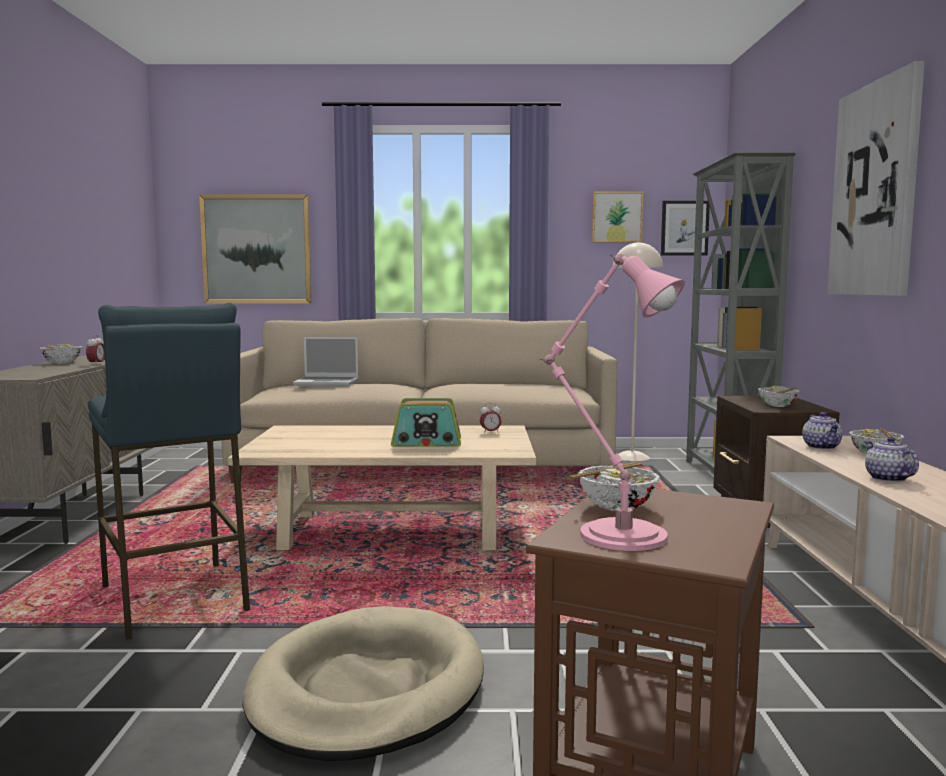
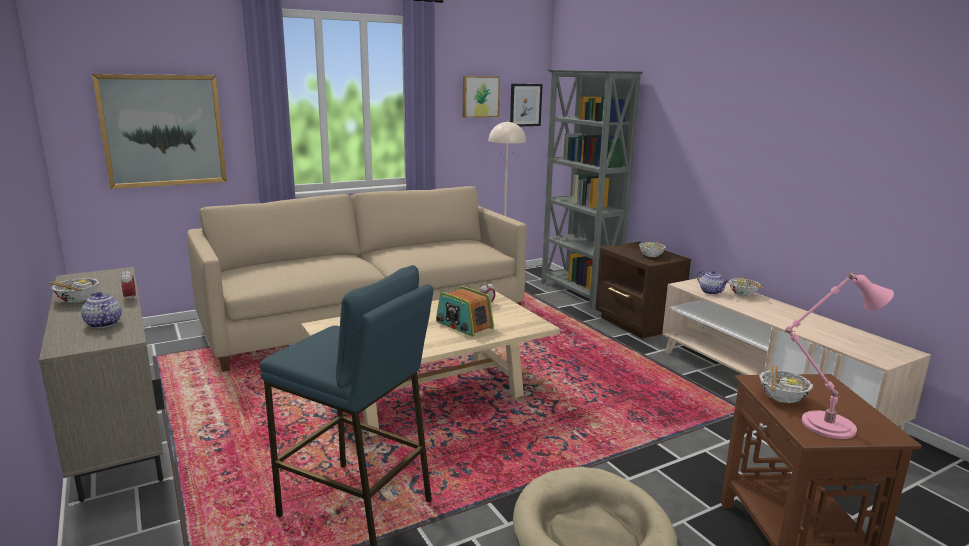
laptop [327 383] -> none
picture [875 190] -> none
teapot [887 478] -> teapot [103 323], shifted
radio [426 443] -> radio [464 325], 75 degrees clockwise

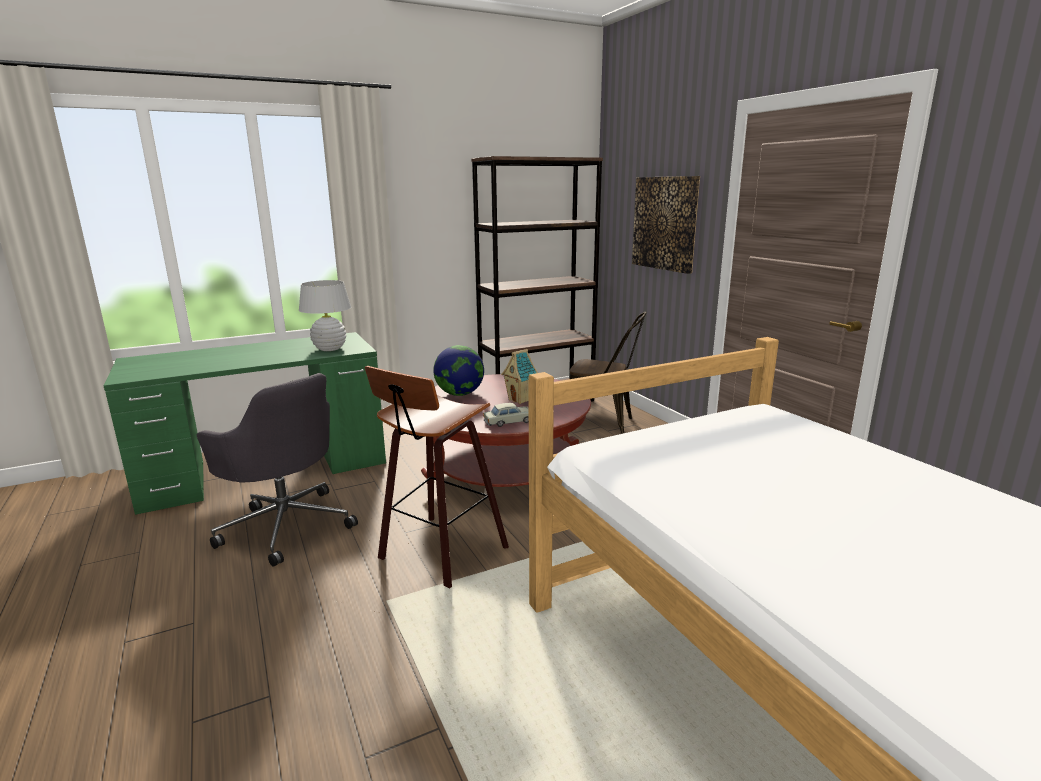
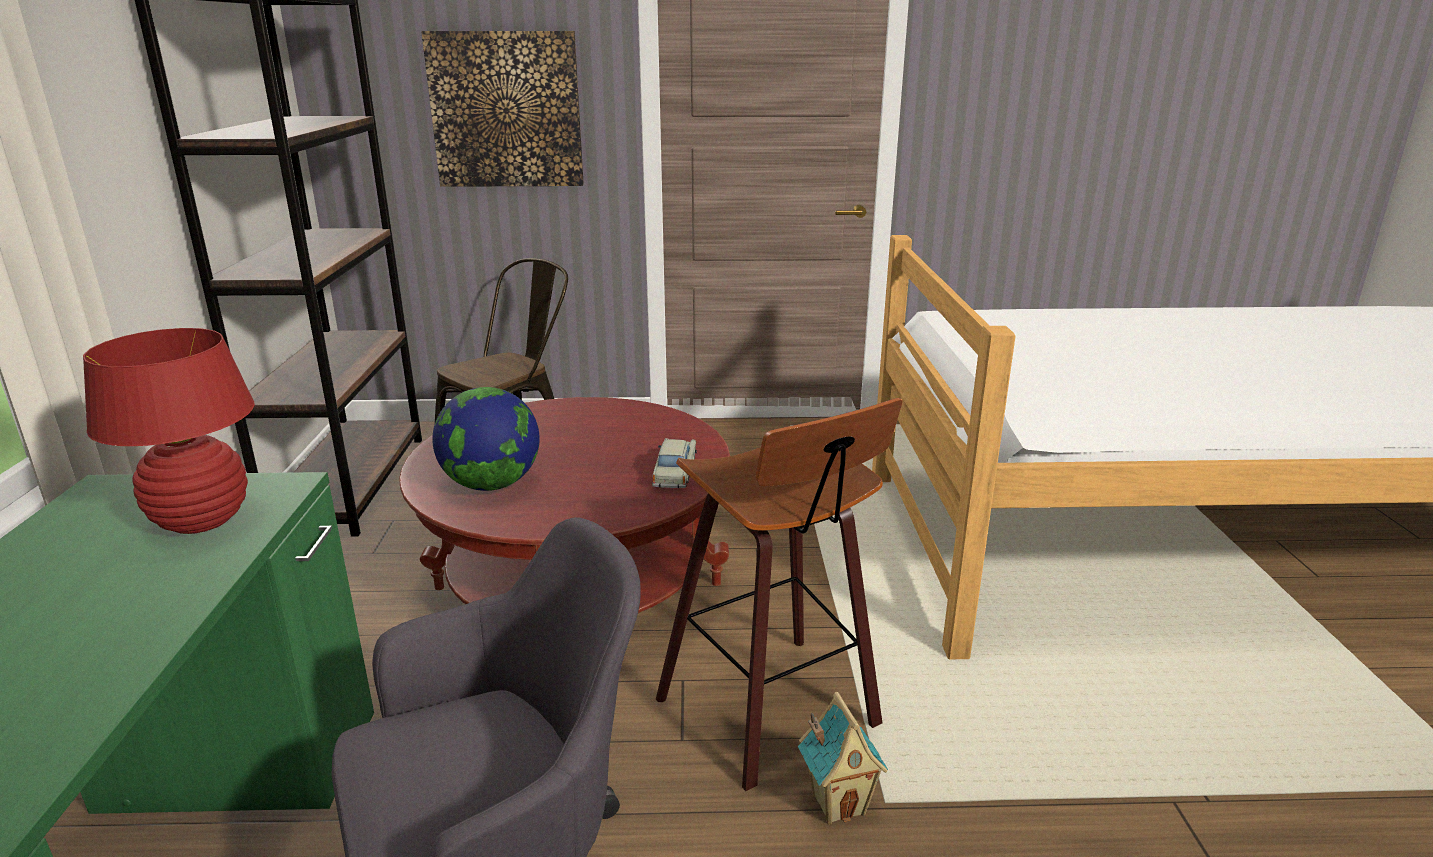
toy house [521 400] -> toy house [838 803], shifted
table lamp/white [329 349] -> table lamp/red [201 521]

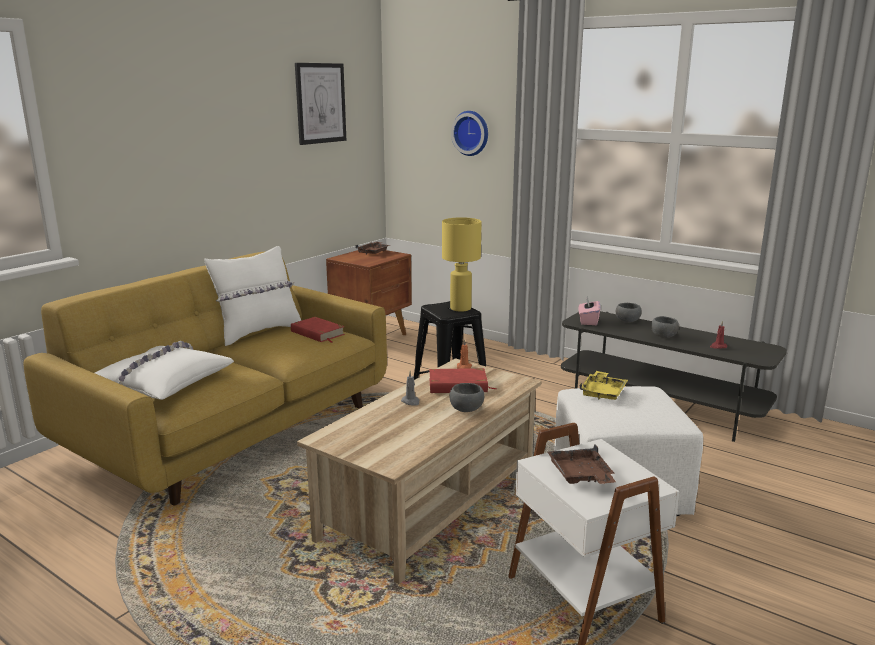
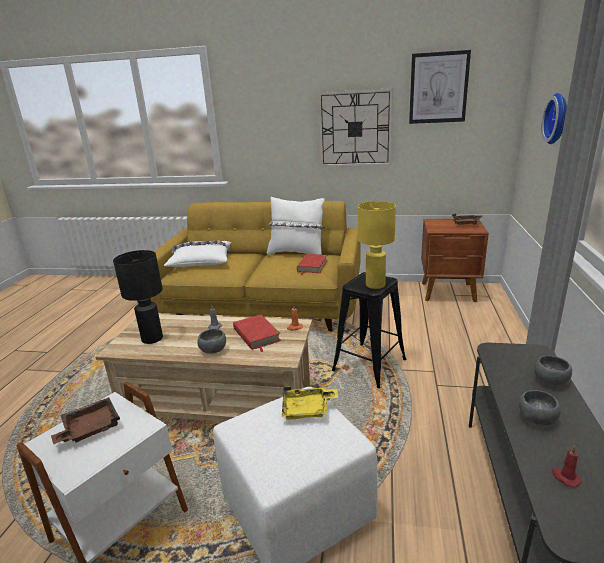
tissue box/pink [588 321] -> none
none -> table lamp/black [152 338]
none -> wall clock [355 129]

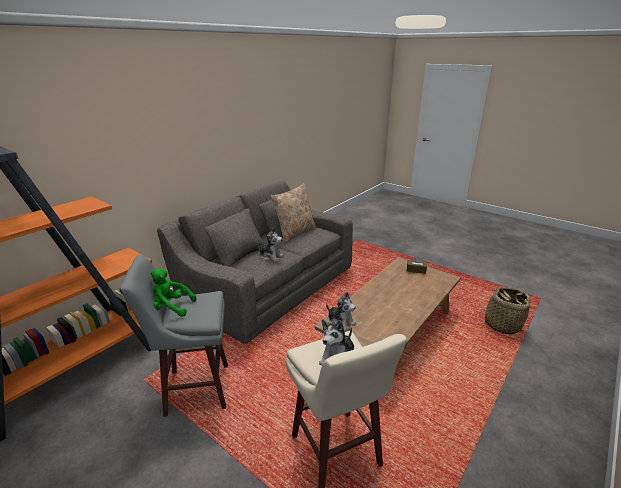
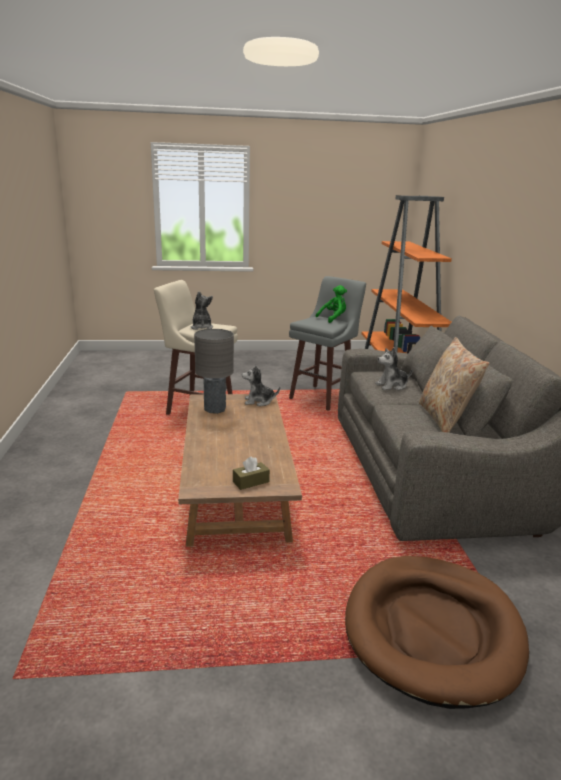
basket [502 325] -> none
none -> table lamp/grey [214 409]
none -> dog bed/brown [432 630]

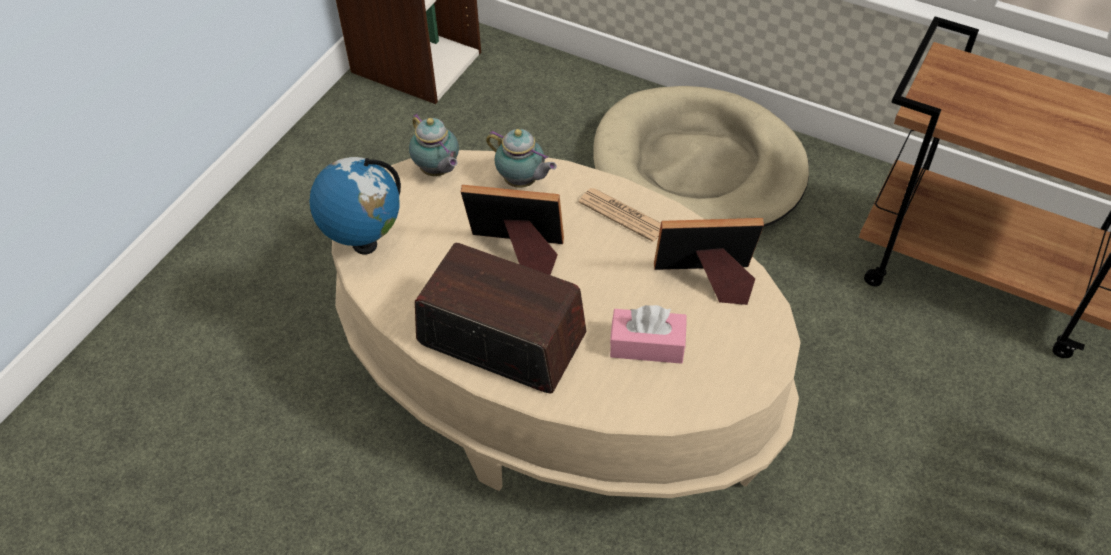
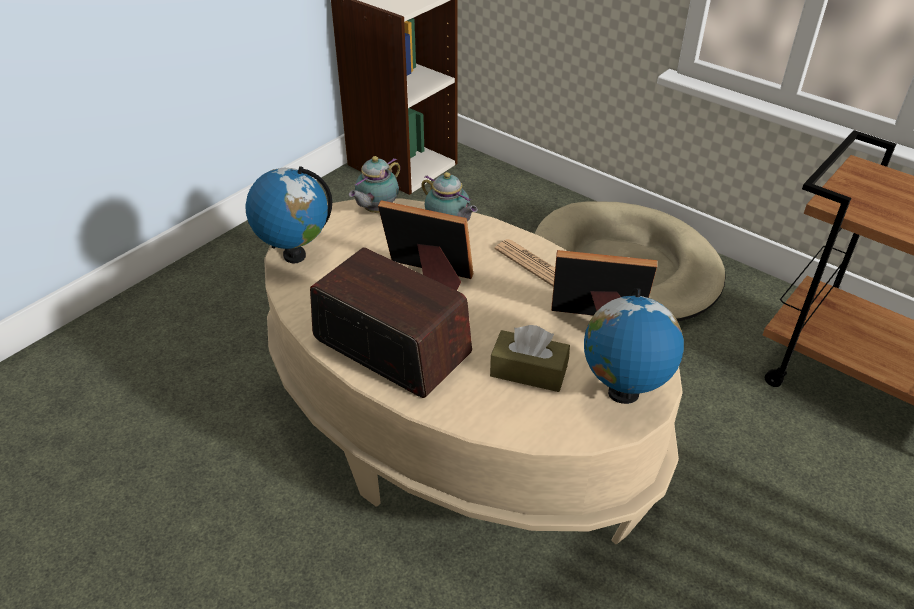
none -> globe [622 393]
tissue box/pink [647 345] -> tissue box/brown [528 371]
teapot [437 171] -> teapot [377 211], 60 degrees clockwise

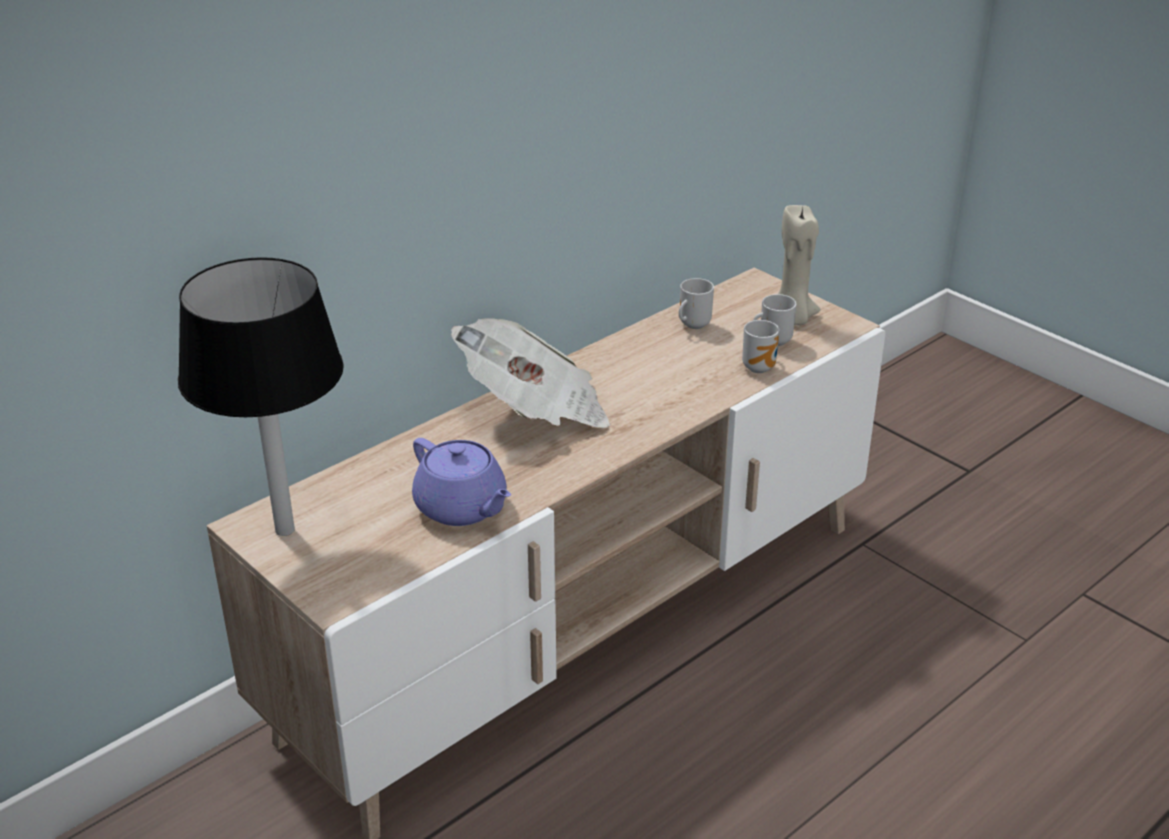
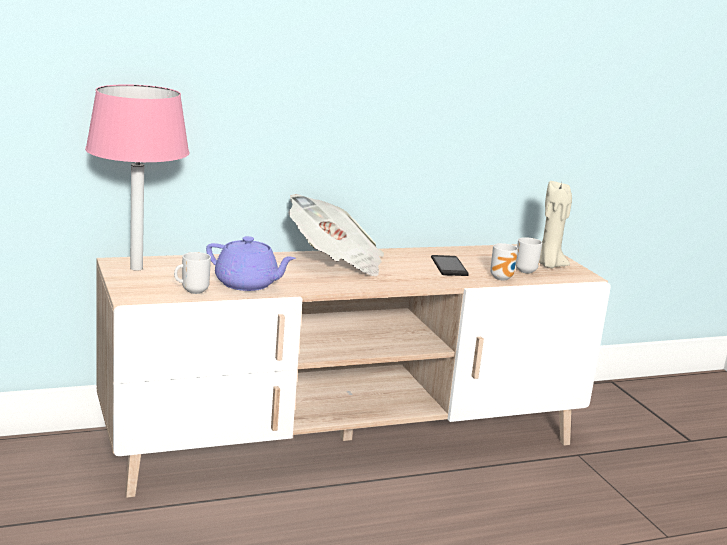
none -> phone [449 266]
mug [692 325] -> mug [192 291], shifted
table lamp/black [284 530] -> table lamp/pink [136 268]
teapot/purple [462 508] -> teapot/purple [247 284], 45 degrees counterclockwise

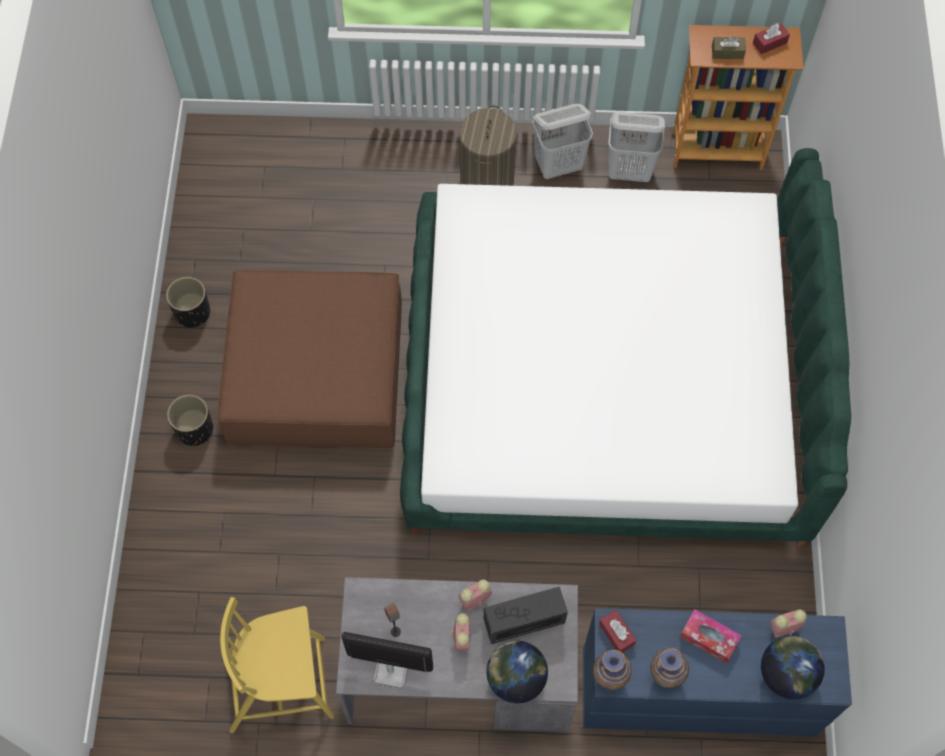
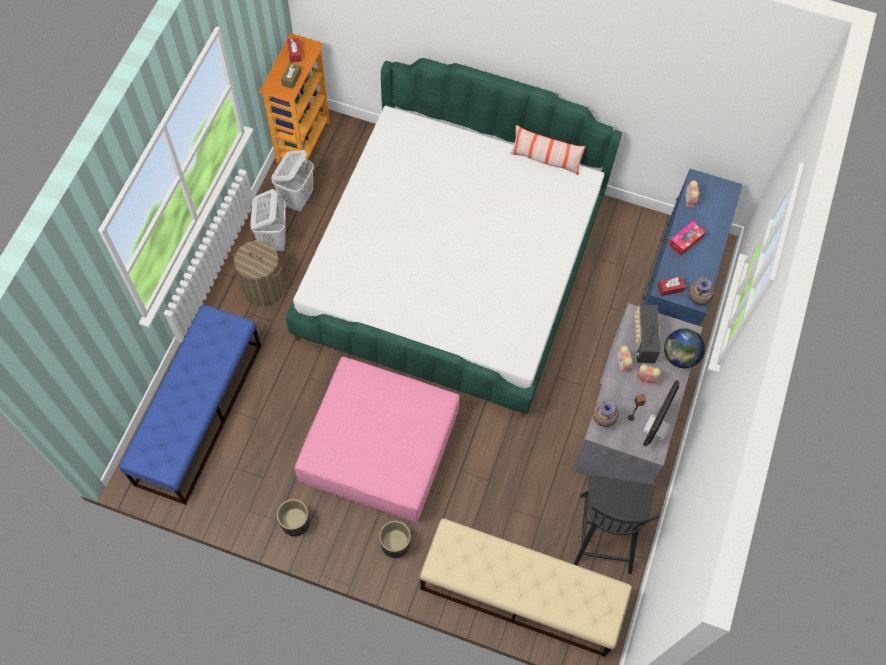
globe [786 674] -> none
none -> bench/blue [199 413]
none -> bench/beige [520 594]
none -> pillow [545 160]
vase [665 675] -> vase [602 420], shifted
ottoman/brown [316 374] -> ottoman/pink [380 447]
chair/yellow [281 684] -> chair/black [605 531]

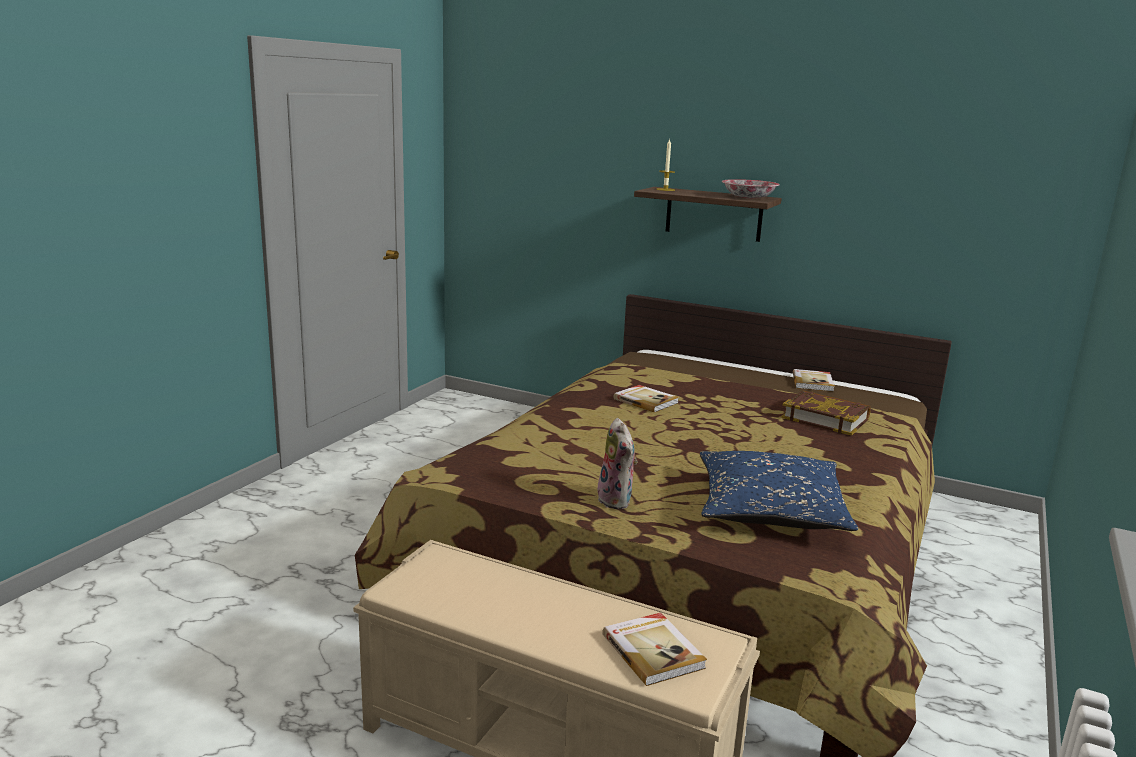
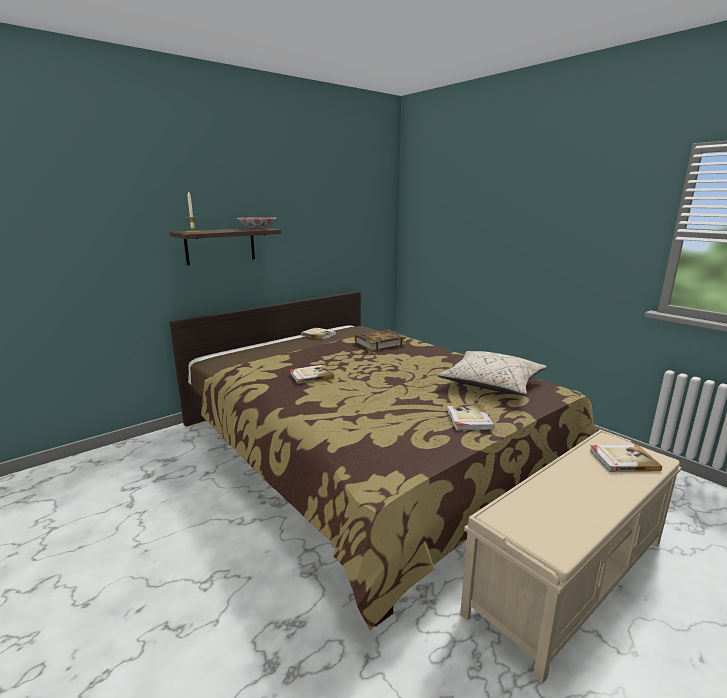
plush toy [617 500] -> book [468 419]
pillow/blue [769 511] -> pillow/beige [491 384]

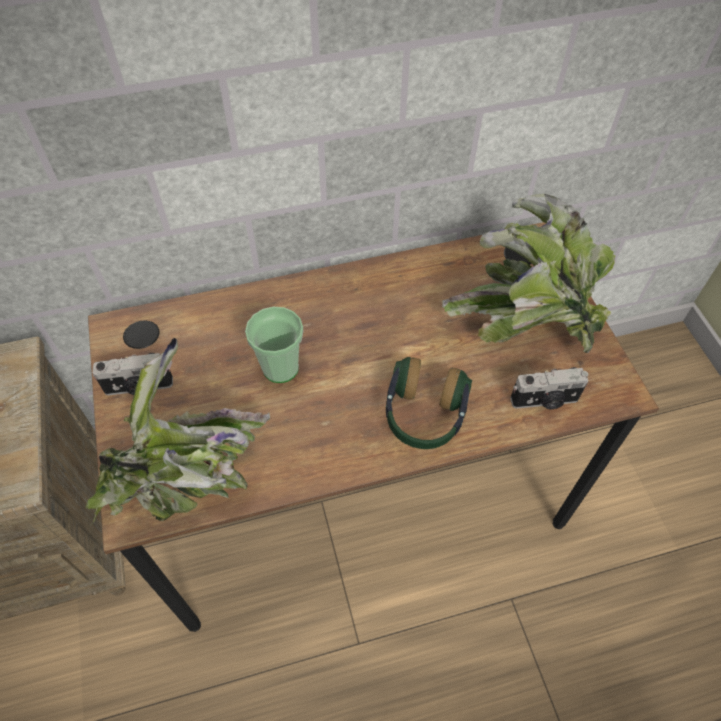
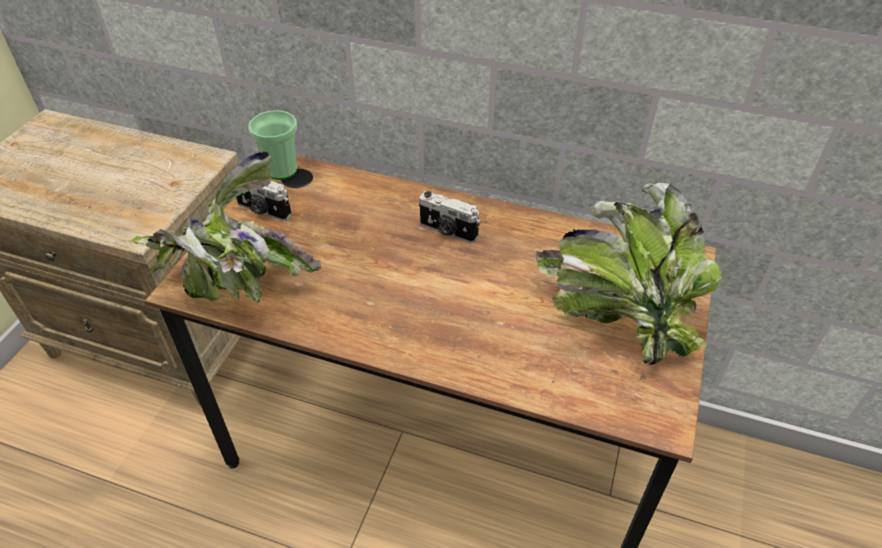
headphones [424 415] -> none
cup [280 368] -> cup [281 170], shifted
photo camera [545 401] -> photo camera [447 231], shifted

